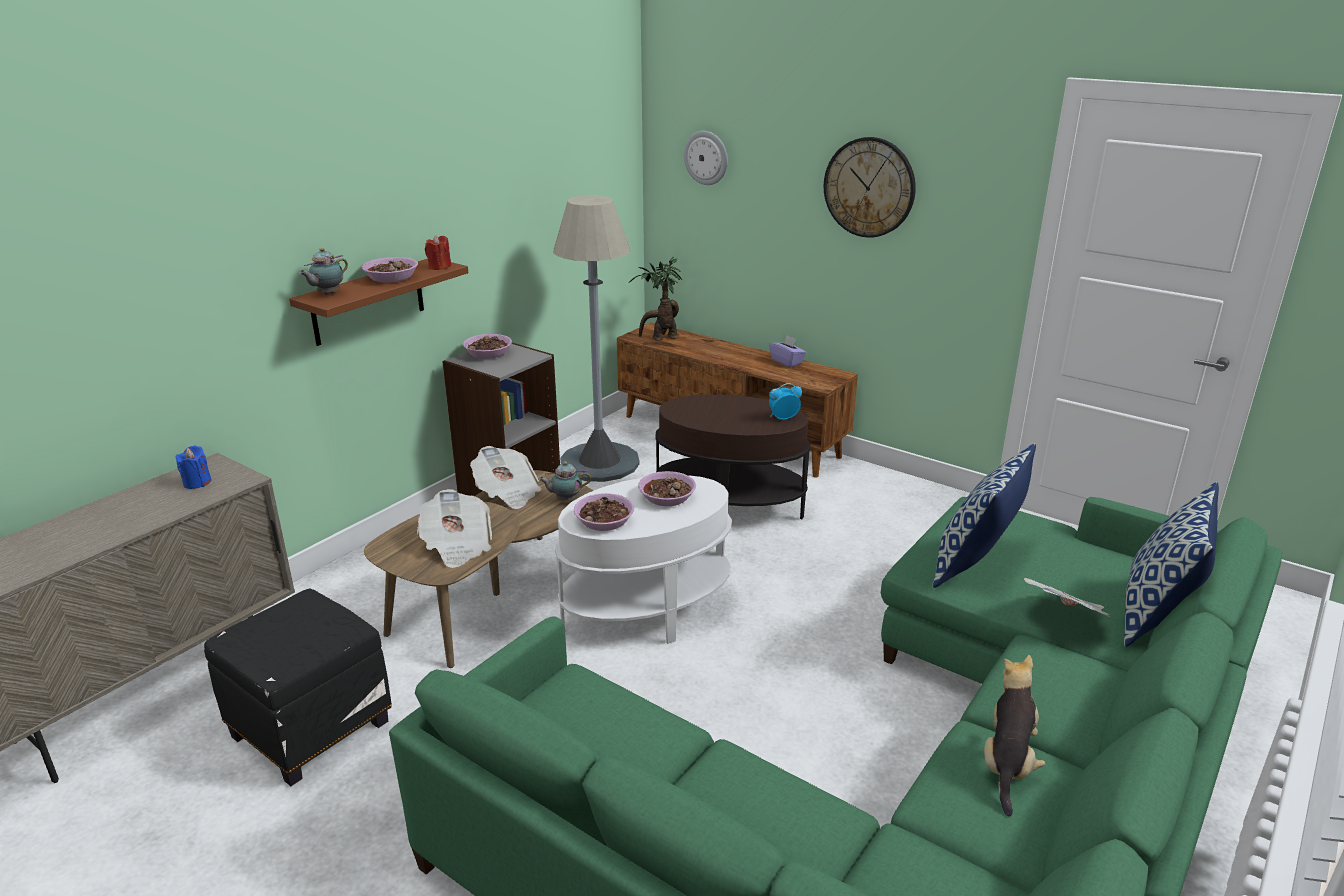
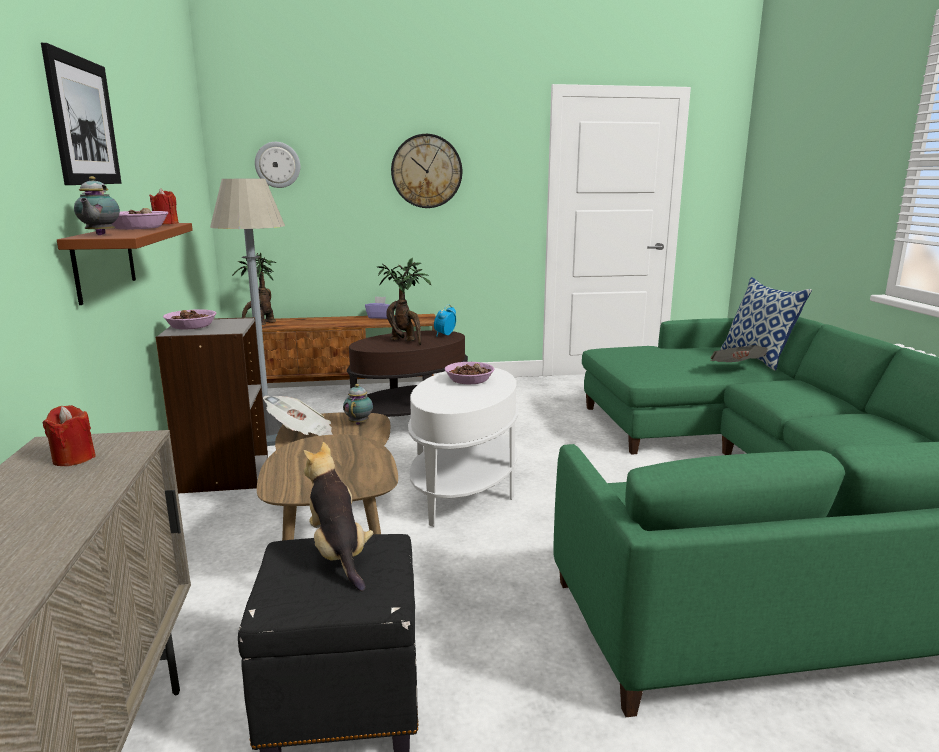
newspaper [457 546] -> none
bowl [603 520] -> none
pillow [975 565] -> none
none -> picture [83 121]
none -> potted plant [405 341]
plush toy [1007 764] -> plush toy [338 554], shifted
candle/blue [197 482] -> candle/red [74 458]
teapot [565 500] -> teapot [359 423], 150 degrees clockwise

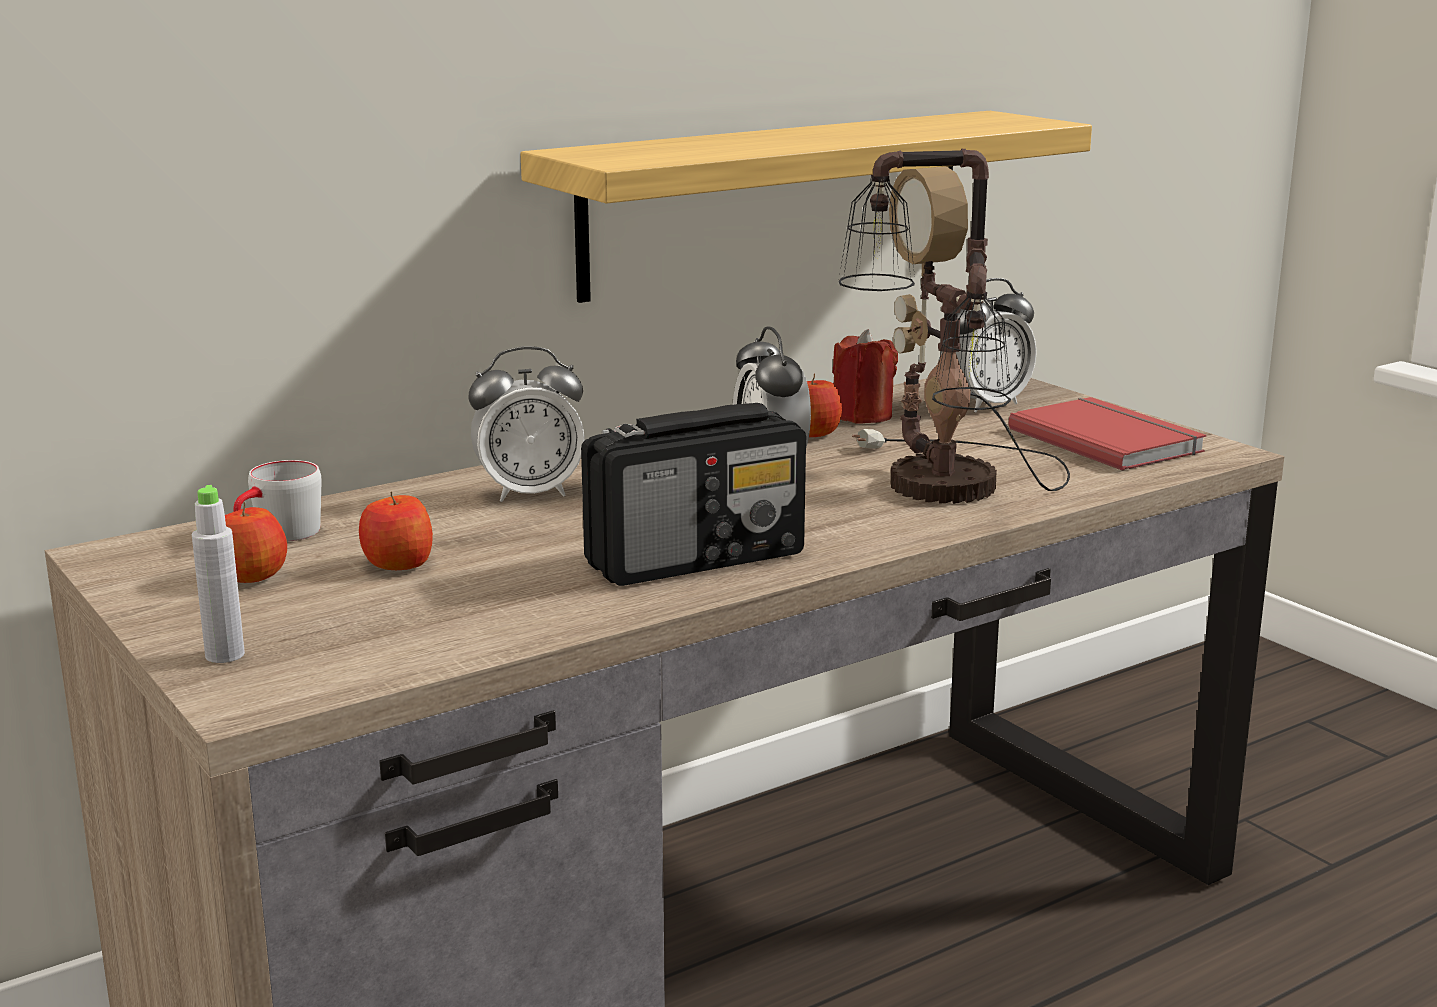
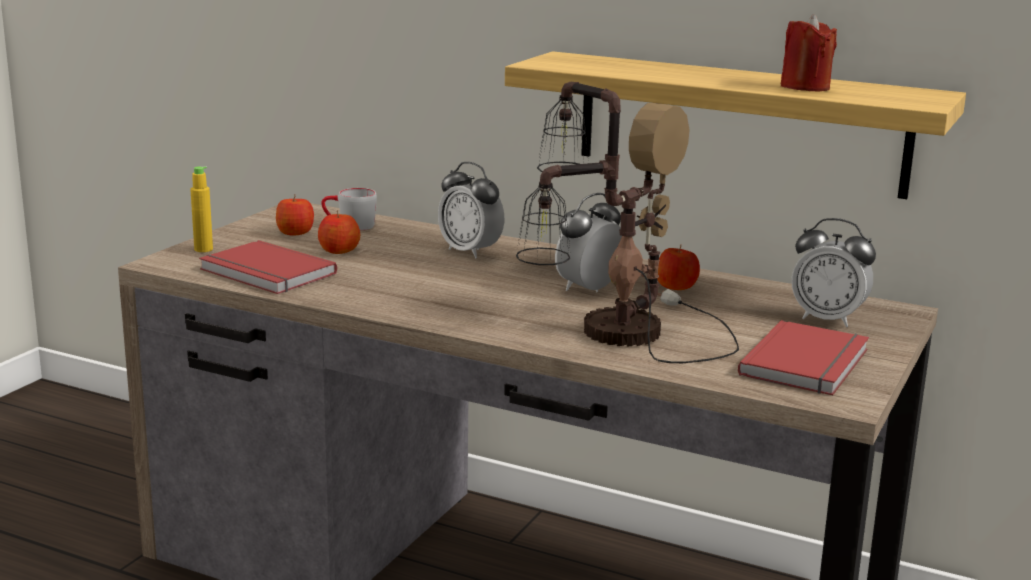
radio [697 559] -> none
none -> book/red [265 273]
candle/red [862 416] -> candle/red [805 87], shifted
bottle/grey [225 655] -> bottle/yellow [203 249]

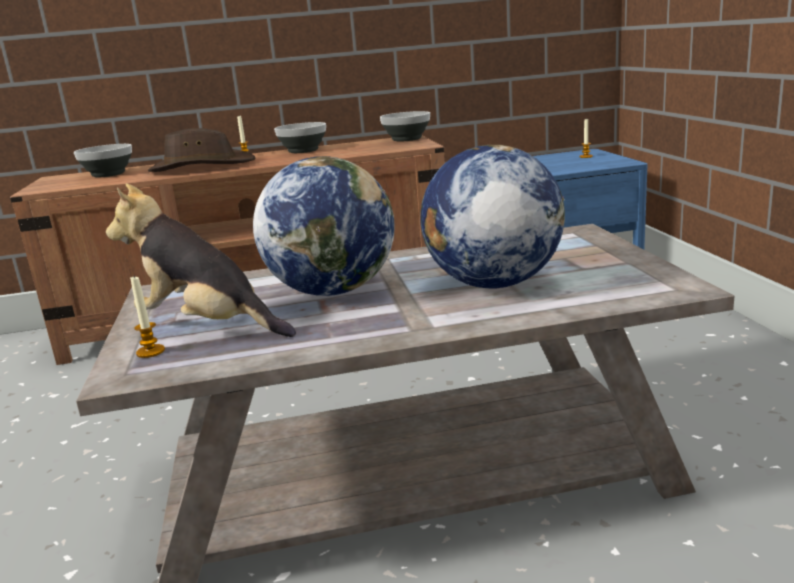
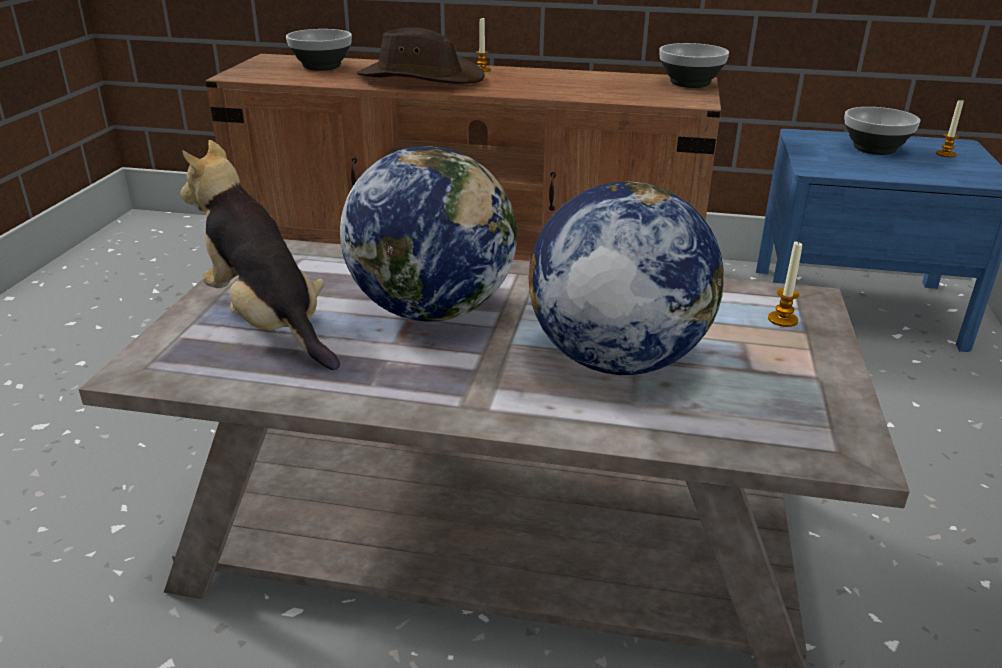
candle [150 352] -> candle [782 320], shifted
bowl [303 151] -> bowl [875 149], shifted

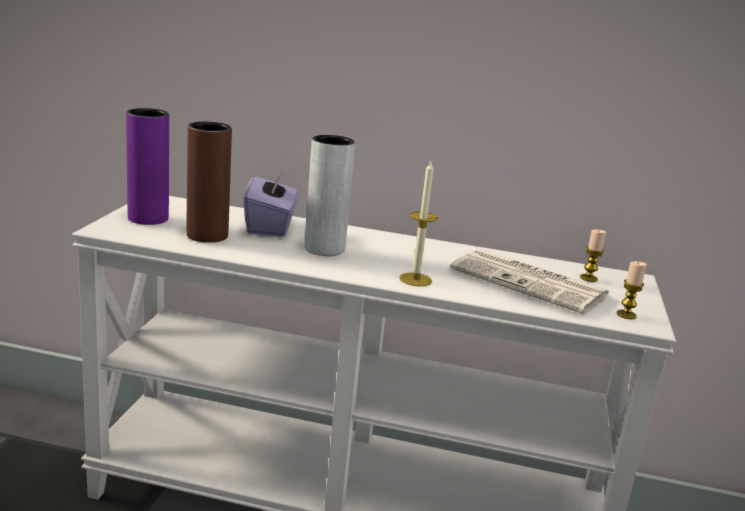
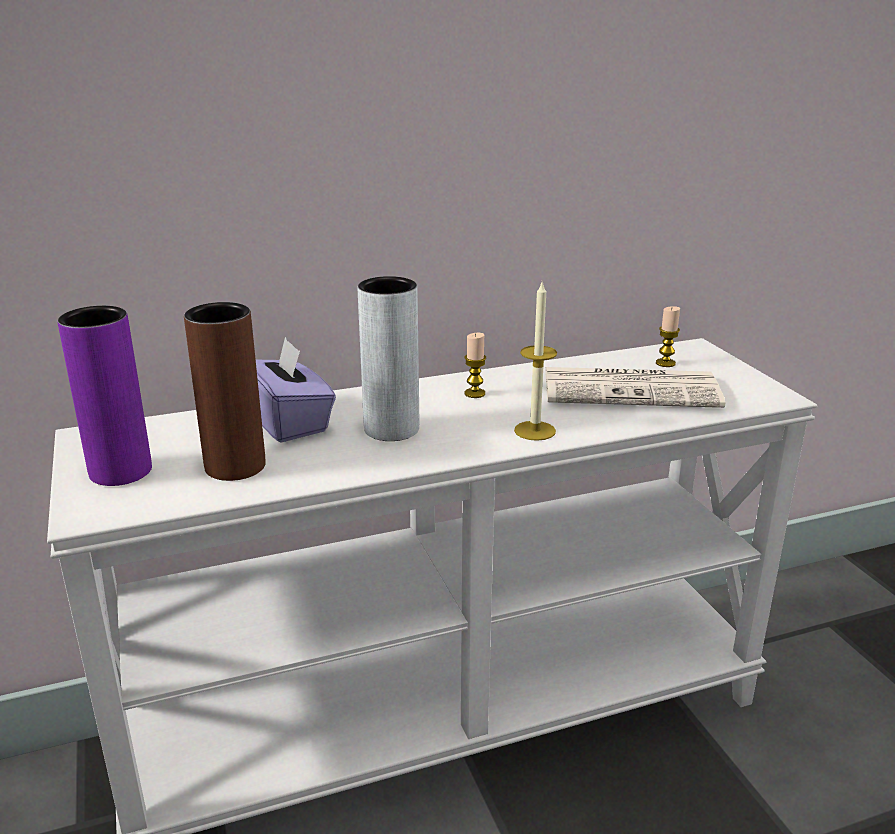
candle [626 315] -> candle [474 393], shifted

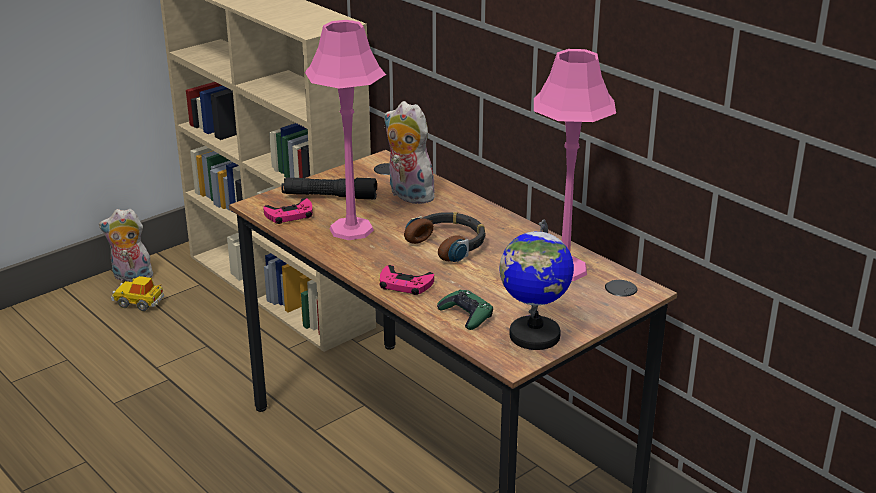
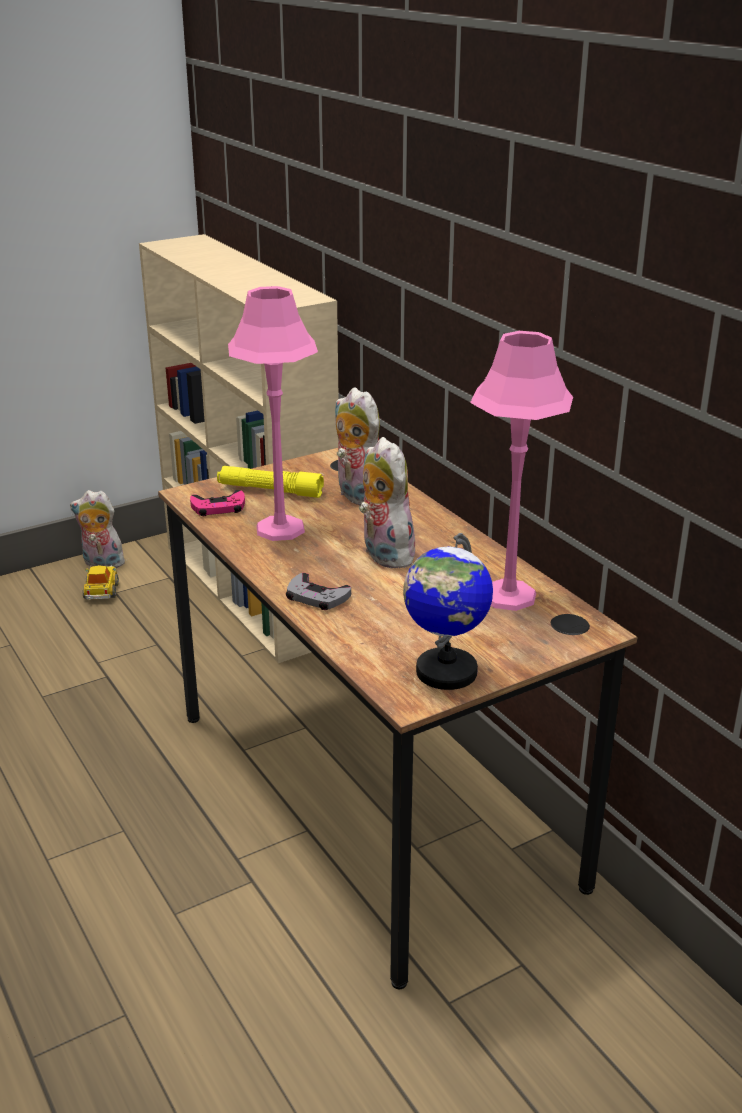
game controller/green [466 314] -> none
headphones [448 243] -> plush toy [383 554]
flashlight/black [329 196] -> flashlight/yellow [270 490]
game controller/pink [405 285] -> game controller/grey [316 597]
toy car [139 302] -> toy car [101 591], 60 degrees clockwise

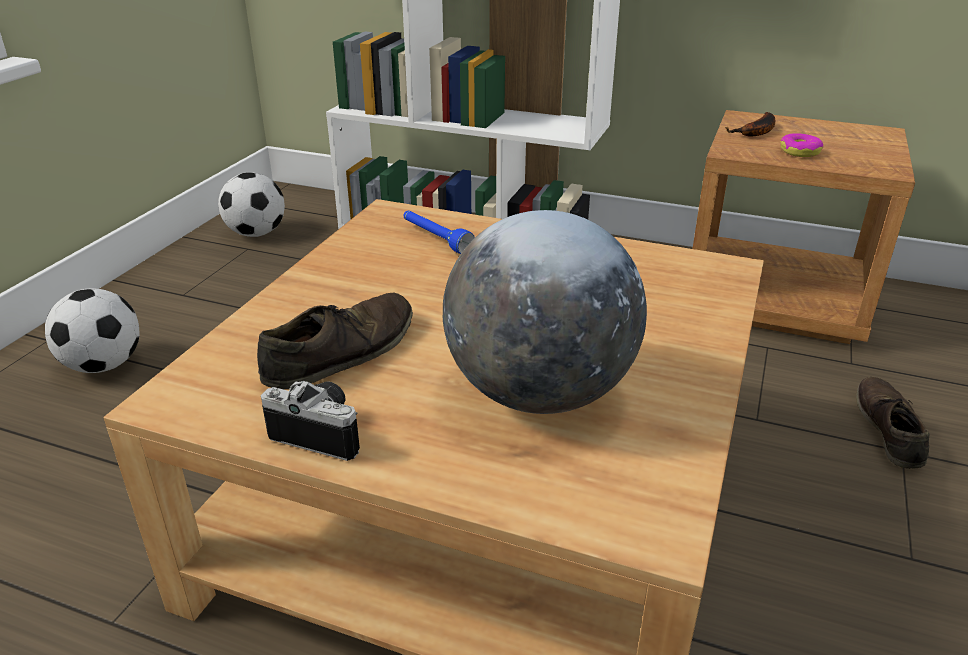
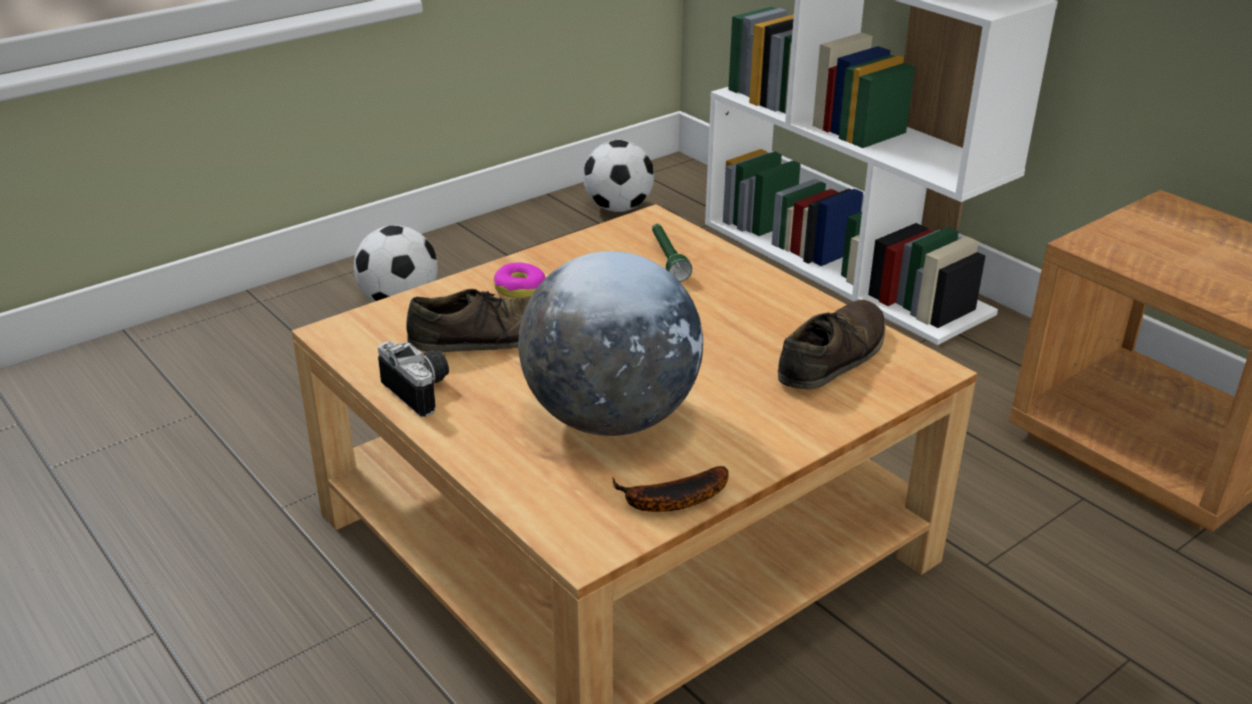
banana [757 132] -> banana [670 501], shifted
donut [800 152] -> donut [520 288], shifted
shoe/brown [889 429] -> shoe/brown [832 356], shifted
flashlight/blue [436 239] -> flashlight/green [667 259]

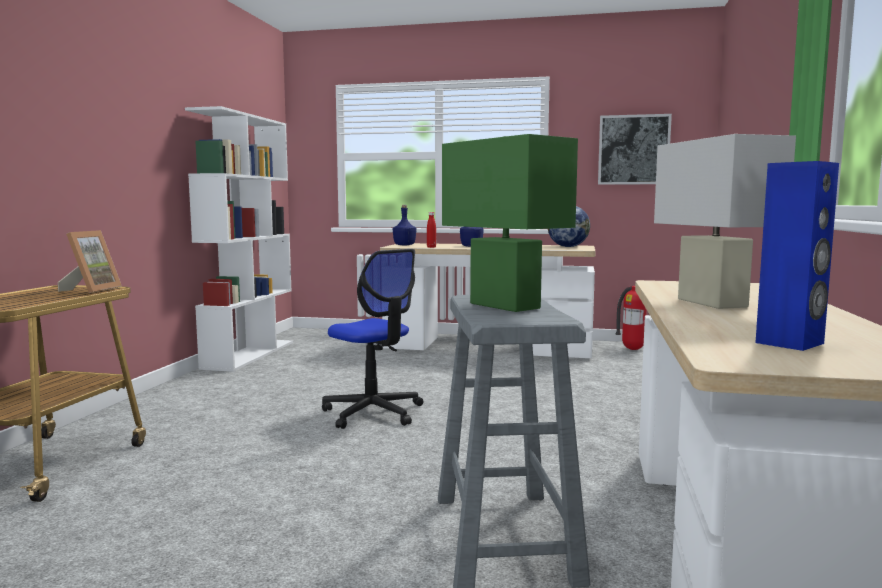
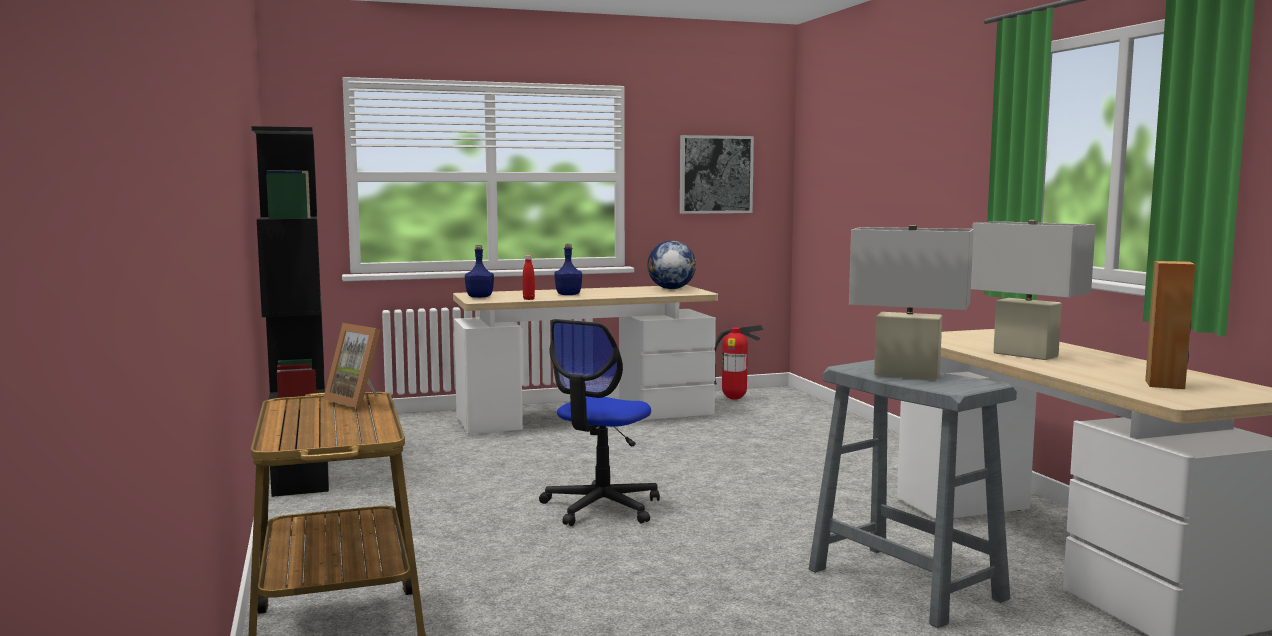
bookcase/white [249 354] -> bookcase/black [300 467]
table lamp/green [504 306] -> table lamp/white [907 374]
speaker/blue [790 343] -> speaker/brown [1165 384]
picture frame [91 290] -> picture frame [359 401], 150 degrees clockwise
office chair [373 413] -> office chair [601 507], 105 degrees clockwise

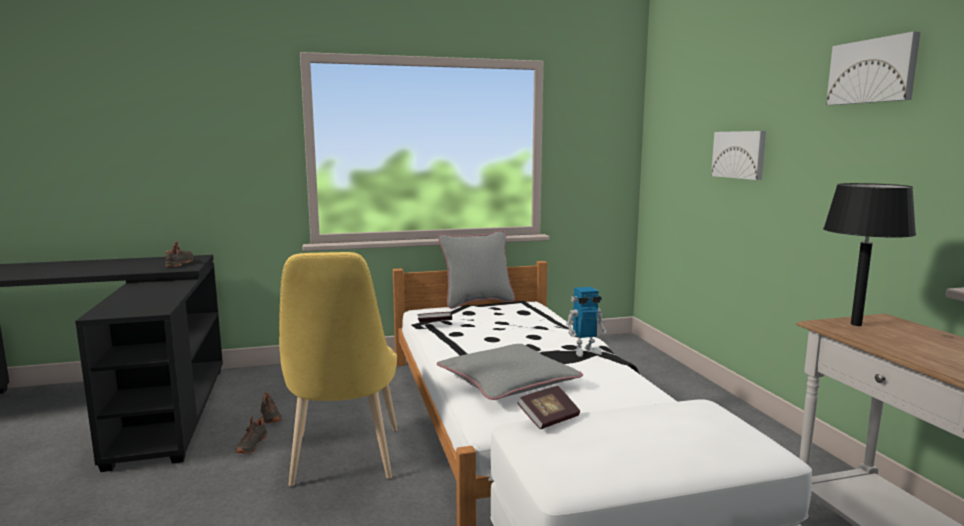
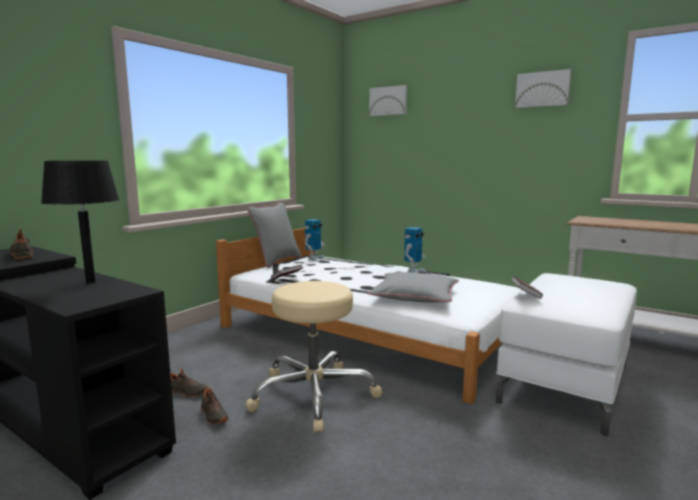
none -> toy robot [315 259]
picture [740 154] -> picture [388 101], shifted
table lamp/black [856 324] -> table lamp/black [90 282], shifted
chair/yellow [343 461] -> stool/beige [313 395]

